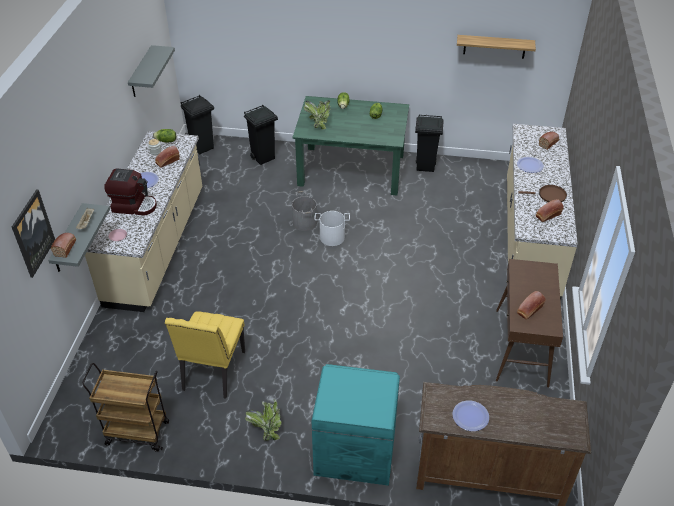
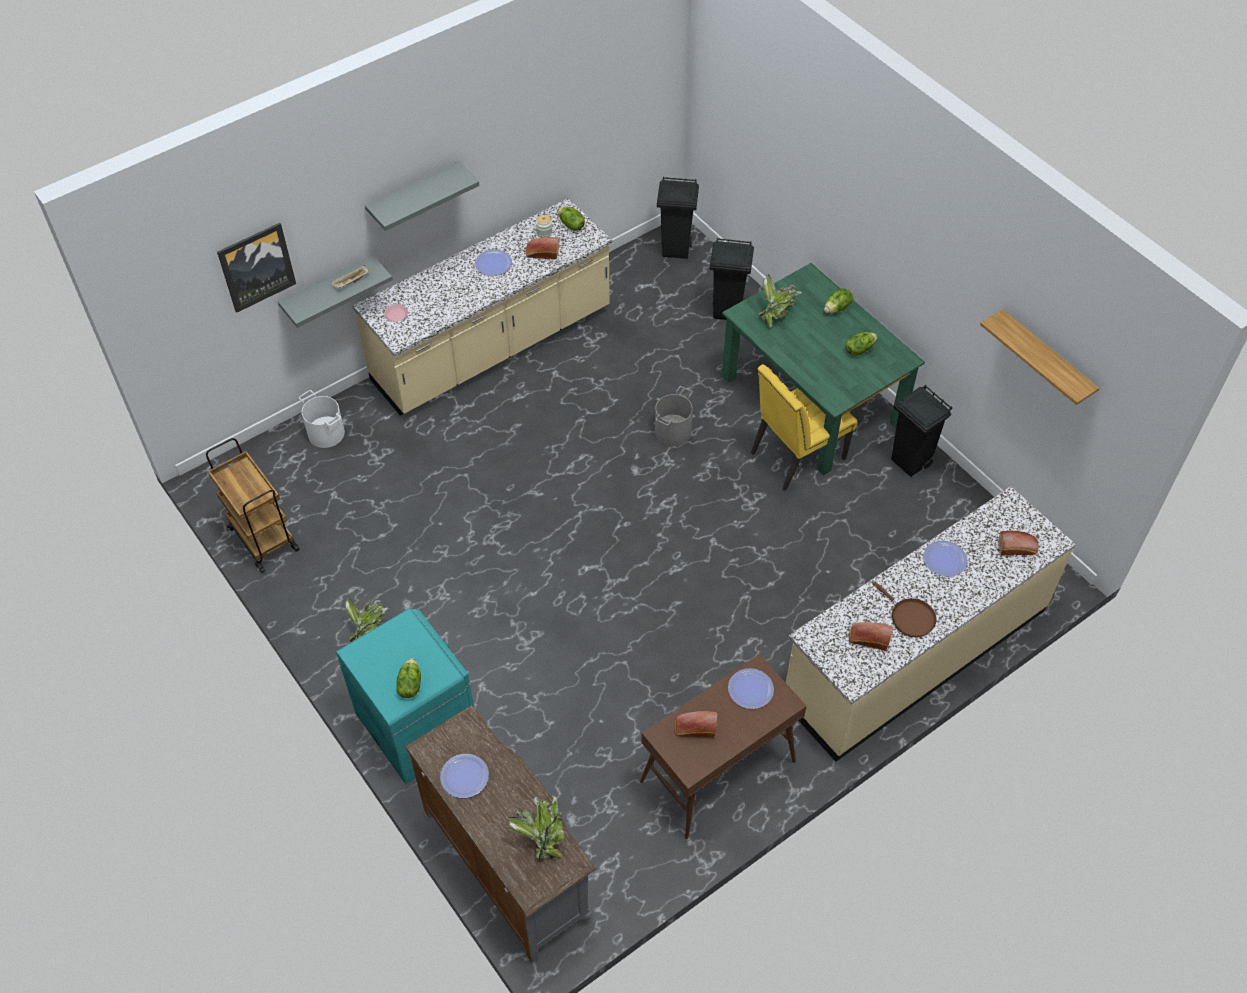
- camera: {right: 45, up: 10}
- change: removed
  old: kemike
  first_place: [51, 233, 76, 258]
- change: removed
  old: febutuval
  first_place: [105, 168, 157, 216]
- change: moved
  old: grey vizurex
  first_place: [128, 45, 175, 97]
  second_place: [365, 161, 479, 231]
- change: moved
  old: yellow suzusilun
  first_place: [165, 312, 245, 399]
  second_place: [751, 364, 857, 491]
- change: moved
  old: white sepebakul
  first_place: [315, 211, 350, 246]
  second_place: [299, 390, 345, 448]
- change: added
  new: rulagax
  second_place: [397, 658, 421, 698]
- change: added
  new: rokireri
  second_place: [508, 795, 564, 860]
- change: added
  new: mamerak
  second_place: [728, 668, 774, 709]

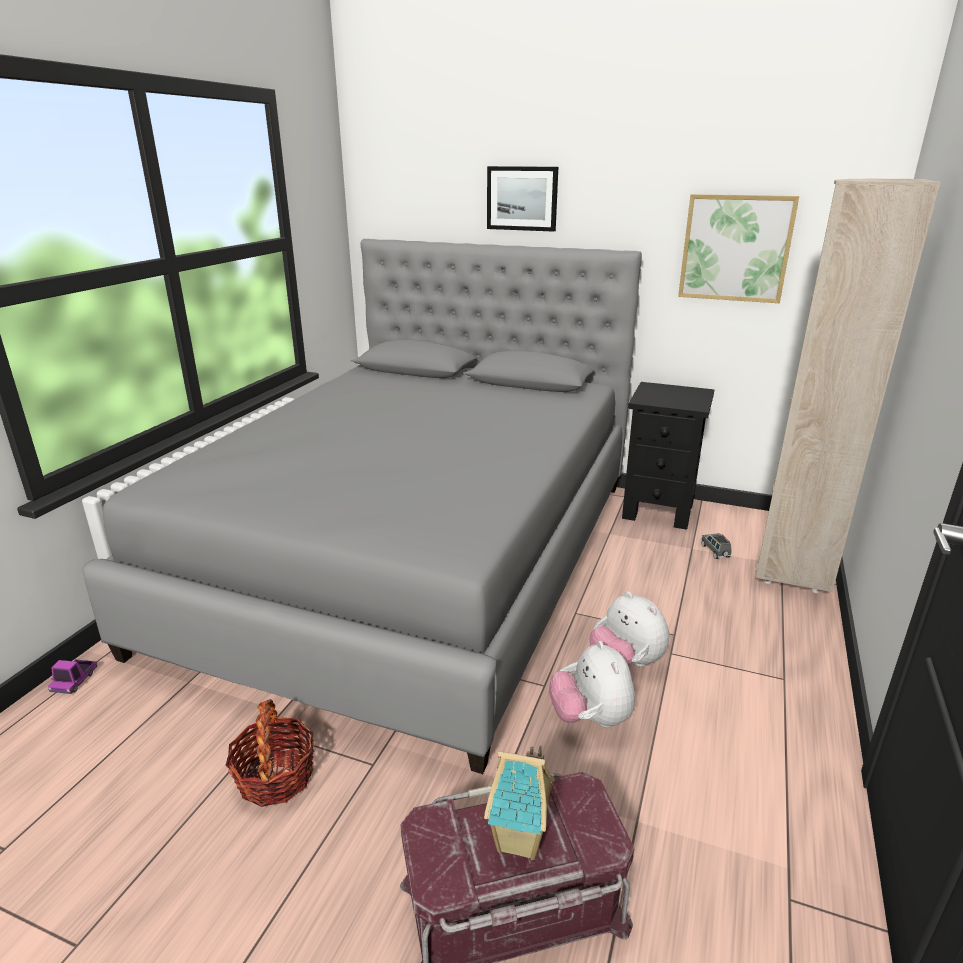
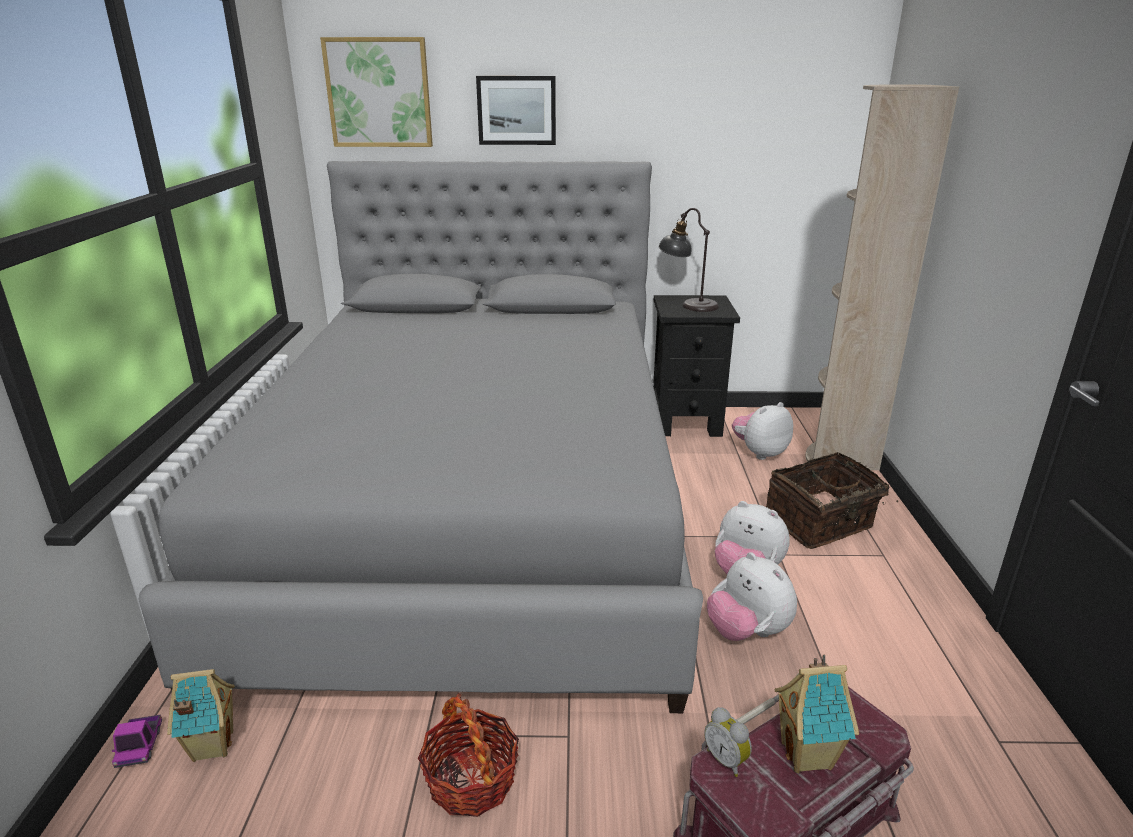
- camera: {right: -20, up: 0}
- change: moved
  old: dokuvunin
  first_place: [678, 194, 799, 303]
  second_place: [320, 37, 433, 147]
- change: replaced
  old: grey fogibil
  new: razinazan
  first_place: [701, 533, 732, 559]
  second_place: [732, 402, 793, 460]
- change: added
  new: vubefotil
  second_place: [167, 669, 235, 762]
- change: added
  new: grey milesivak
  second_place: [658, 208, 719, 312]
- change: added
  new: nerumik
  second_place: [704, 707, 752, 777]
- change: added
  new: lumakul
  second_place: [766, 452, 898, 549]

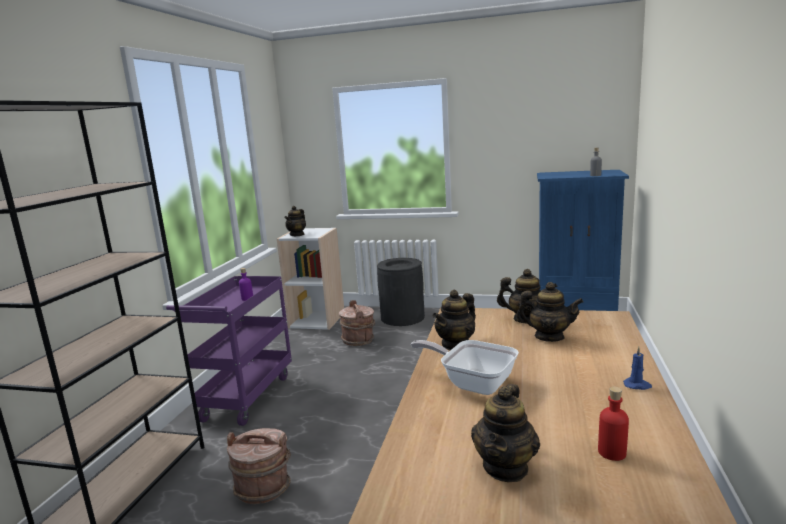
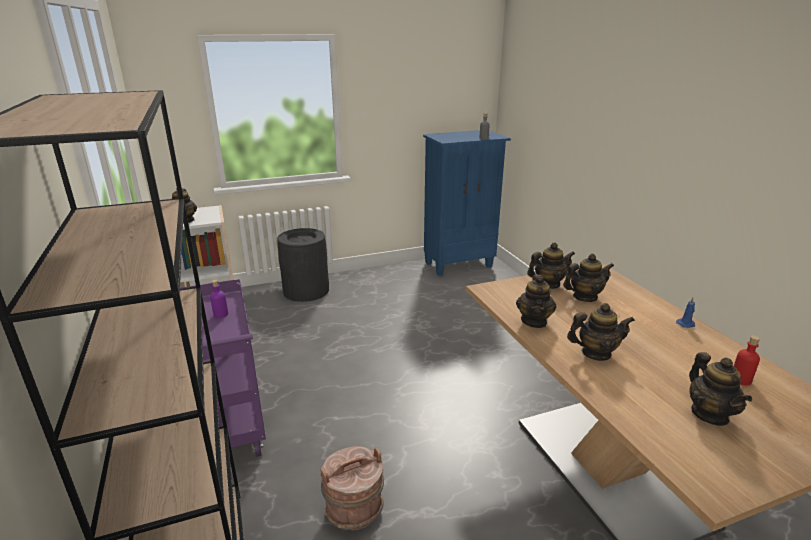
- camera: {right: -35, up: 10}
- change: removed
  old: brown sepebakul
  first_place: [339, 300, 375, 346]
- change: replaced
  old: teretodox
  new: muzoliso
  first_place: [411, 340, 519, 395]
  second_place: [567, 303, 635, 361]

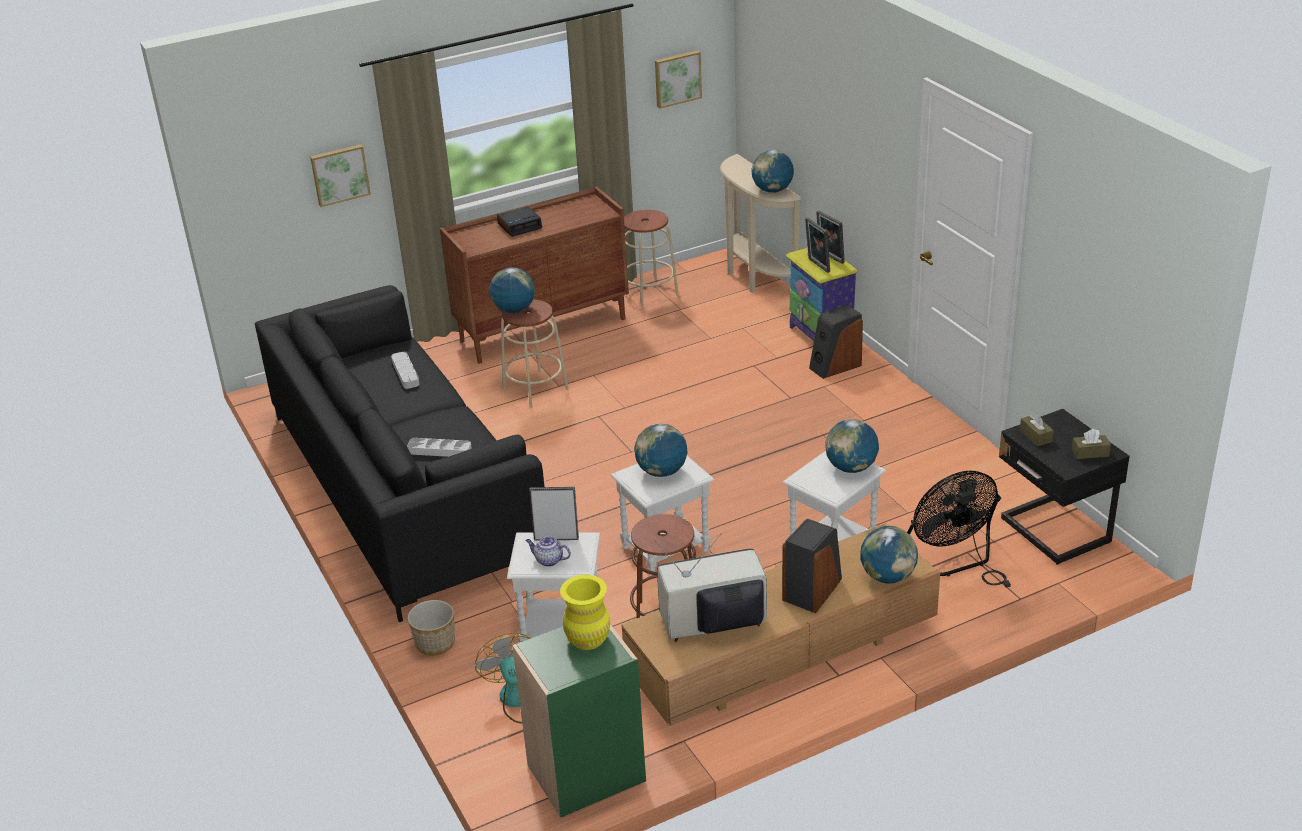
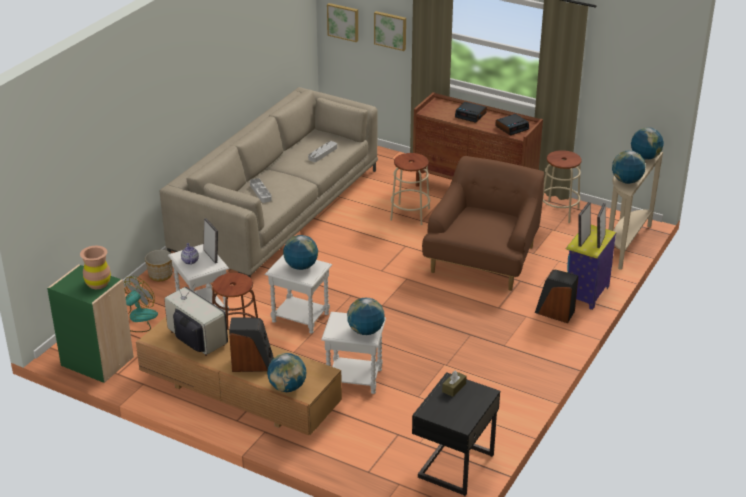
- camera: {right: 55, up: 0}
- change: recoloured
  old: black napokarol
  new: beige napokarol
  first_place: [255, 285, 545, 622]
  second_place: [160, 87, 378, 278]
- change: moved
  old: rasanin
  first_place: [489, 267, 535, 313]
  second_place: [631, 127, 664, 160]
- change: recoloured
  old: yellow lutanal
  new: brown lutanal
  first_place: [560, 575, 610, 650]
  second_place: [80, 246, 111, 289]
- change: moved
  old: dokuvunin
  first_place: [655, 50, 702, 109]
  second_place: [327, 3, 358, 42]
- change: removed
  old: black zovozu
  first_place: [907, 471, 1011, 587]
- change: removed
  old: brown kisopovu
  first_place: [1072, 429, 1111, 459]
- change: added
  new: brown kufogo
  second_place: [422, 156, 544, 291]
- change: added
  new: nerumik
  second_place: [495, 114, 529, 136]

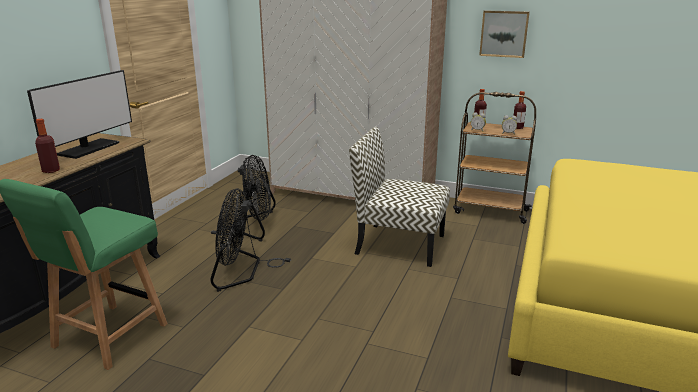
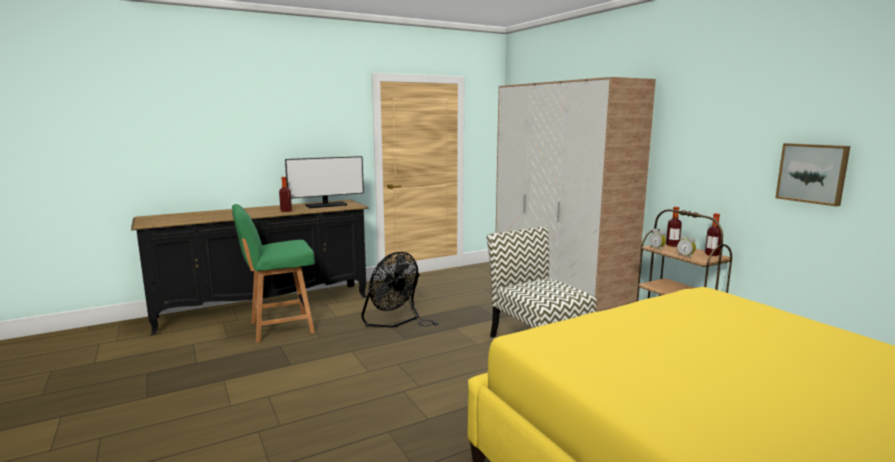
- camera: {right: 40, up: -10}
- change: removed
  old: black zovozu
  first_place: [211, 155, 276, 242]
- change: moved
  old: dokuvunin
  first_place: [479, 10, 530, 58]
  second_place: [776, 143, 850, 207]

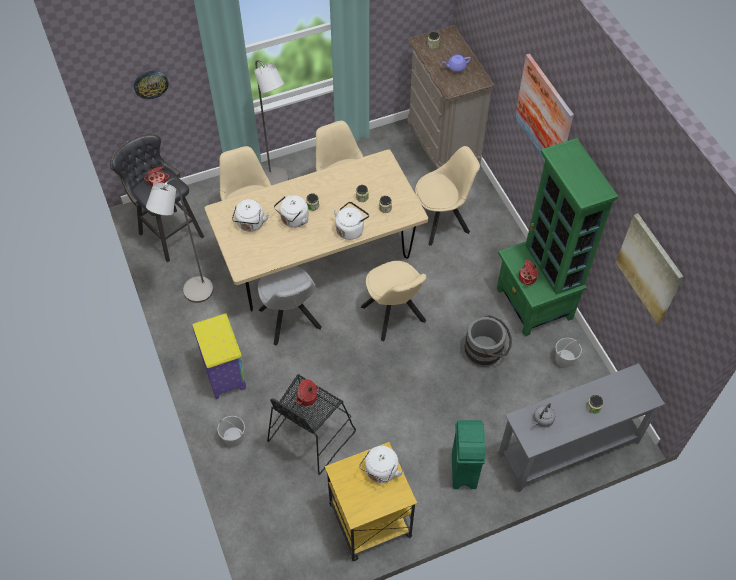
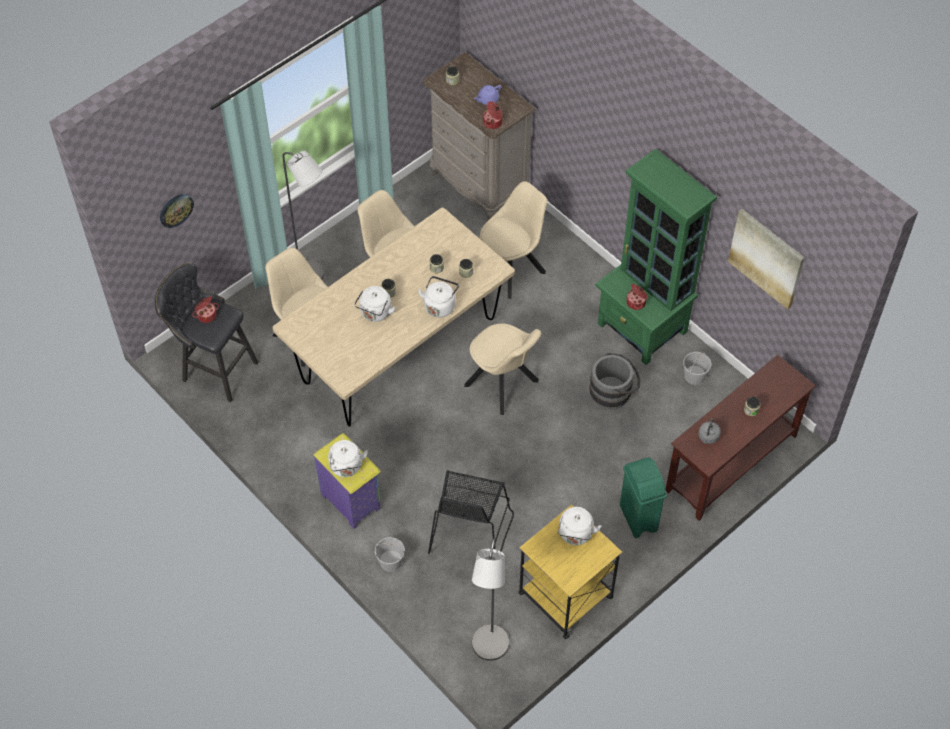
- camera: {right: -20, up: 0}
- change: moved
  old: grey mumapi
  first_place: [146, 178, 214, 303]
  second_place: [472, 539, 509, 661]
- change: moved
  old: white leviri
  first_place: [232, 199, 269, 232]
  second_place: [328, 440, 368, 477]
- change: removed
  old: grey suzusilun
  first_place: [258, 266, 322, 346]
- change: moved
  old: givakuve
  first_place: [295, 379, 319, 406]
  second_place: [483, 101, 502, 129]
- change: recoloured
  old: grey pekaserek
  new: brown pekaserek
  first_place: [498, 363, 665, 492]
  second_place: [665, 355, 816, 521]
- change: removed
  old: dokuvunin
  first_place: [515, 54, 574, 163]

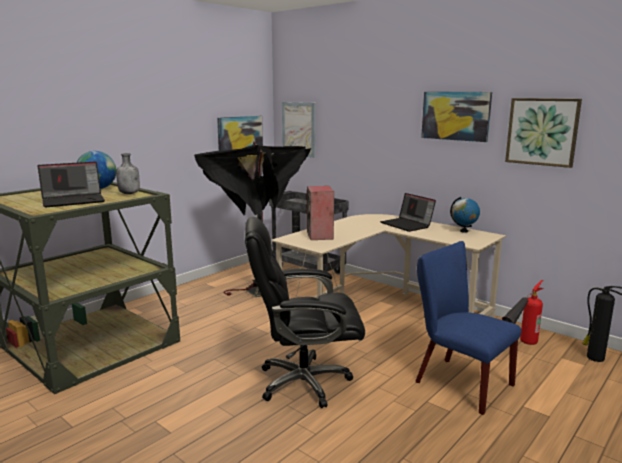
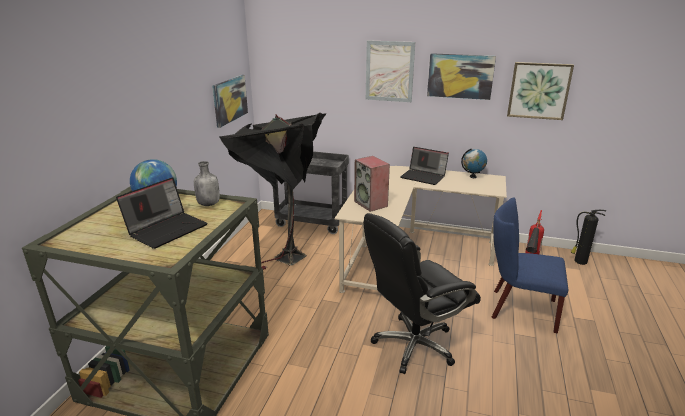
- camera: {right: -25, up: 10}
- change: moved
  old: dokuvunin
  first_place: [282, 102, 316, 158]
  second_place: [366, 40, 415, 102]

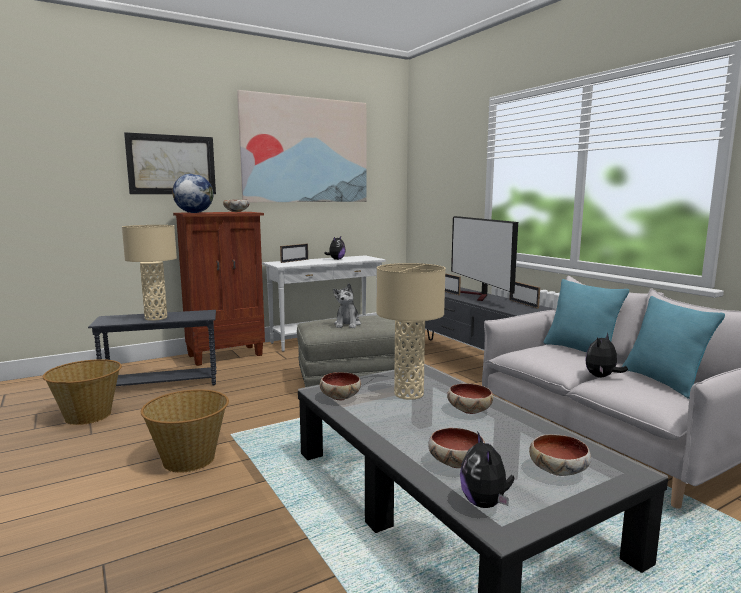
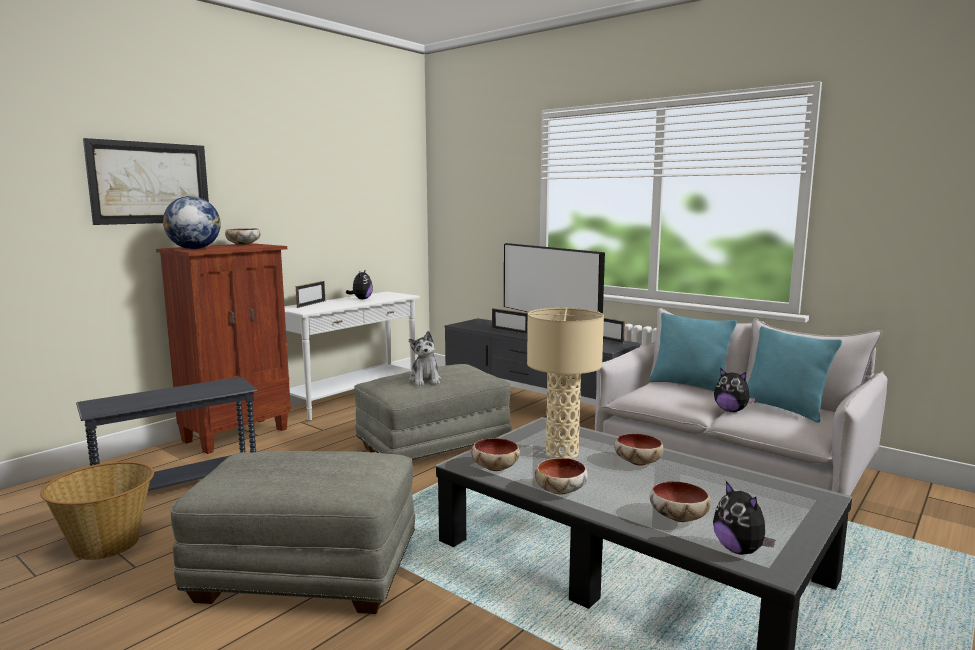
- camera: {right: -20, up: 0}
- change: removed
  old: beige milesivak
  first_place: [122, 225, 177, 321]
- change: replaced
  old: lumakul
  new: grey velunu
  first_place: [141, 389, 229, 473]
  second_place: [171, 451, 415, 614]
- change: removed
  old: dokuvunin
  first_place: [237, 90, 367, 202]
- change: moved
  old: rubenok
  first_place: [529, 434, 591, 476]
  second_place: [535, 458, 588, 495]
- change: turned
  old: razinazan
  first_place: [585, 333, 628, 377]
  second_place: [714, 368, 755, 412]
  degrees: -75

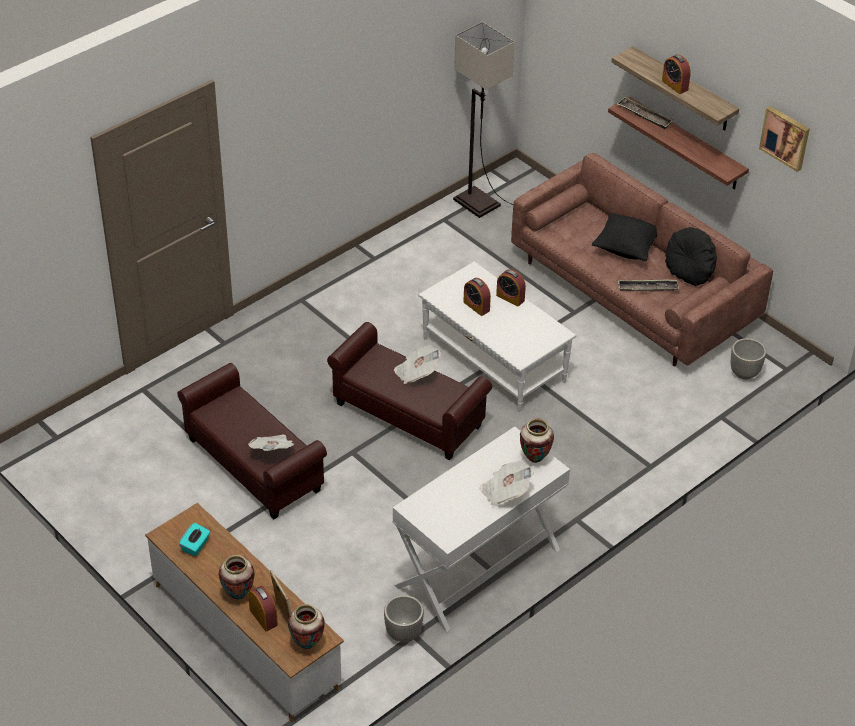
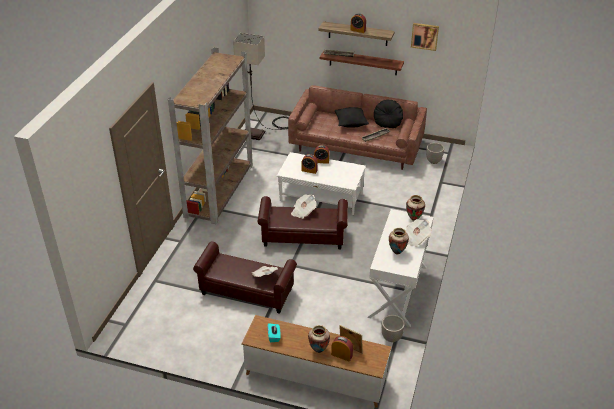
- camera: {right: -30, up: -5}
- change: moved
  old: lutanal
  first_place: [288, 604, 325, 649]
  second_place: [389, 228, 409, 255]
- change: added
  new: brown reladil
  second_place: [168, 47, 253, 224]

